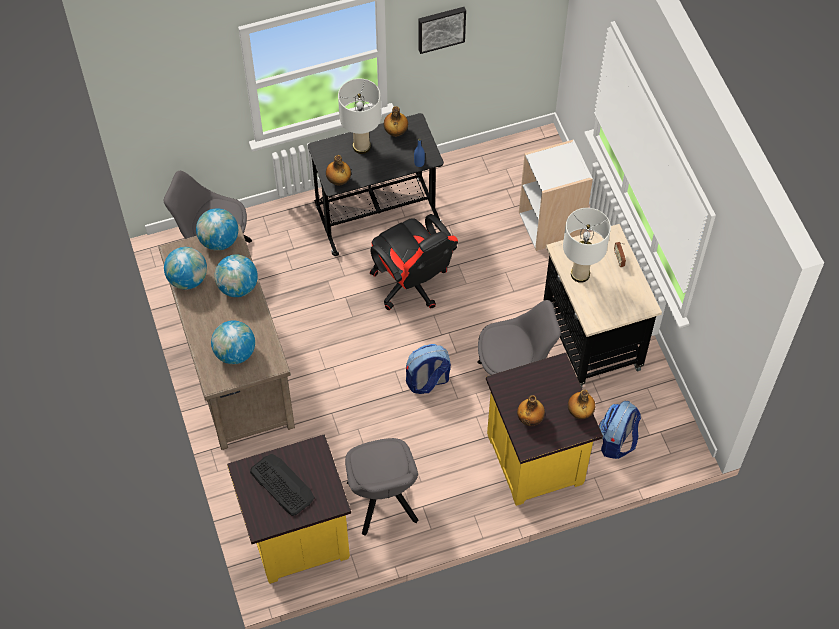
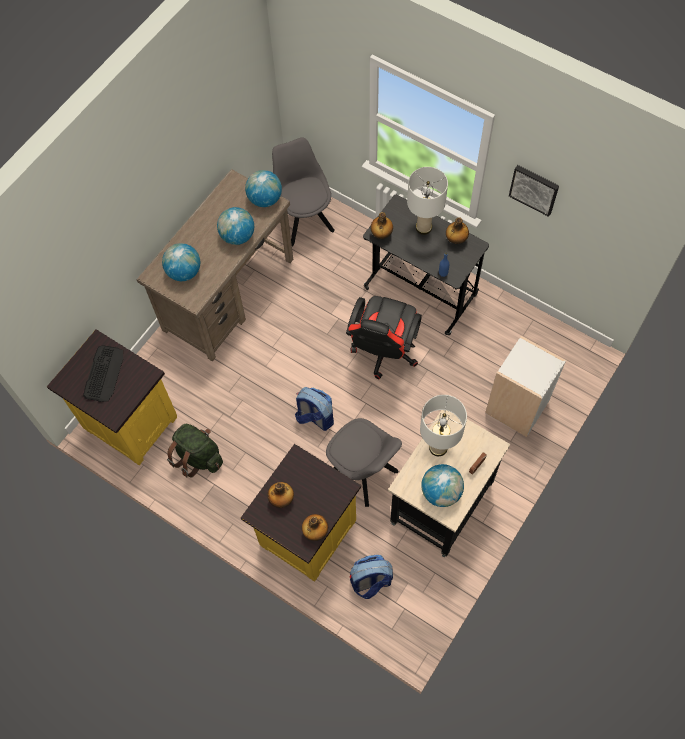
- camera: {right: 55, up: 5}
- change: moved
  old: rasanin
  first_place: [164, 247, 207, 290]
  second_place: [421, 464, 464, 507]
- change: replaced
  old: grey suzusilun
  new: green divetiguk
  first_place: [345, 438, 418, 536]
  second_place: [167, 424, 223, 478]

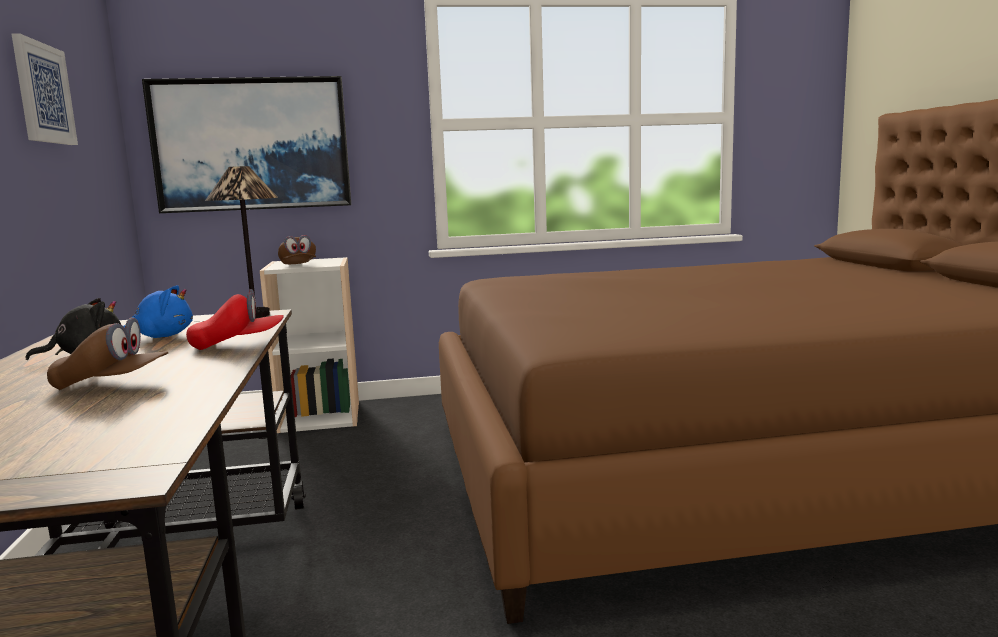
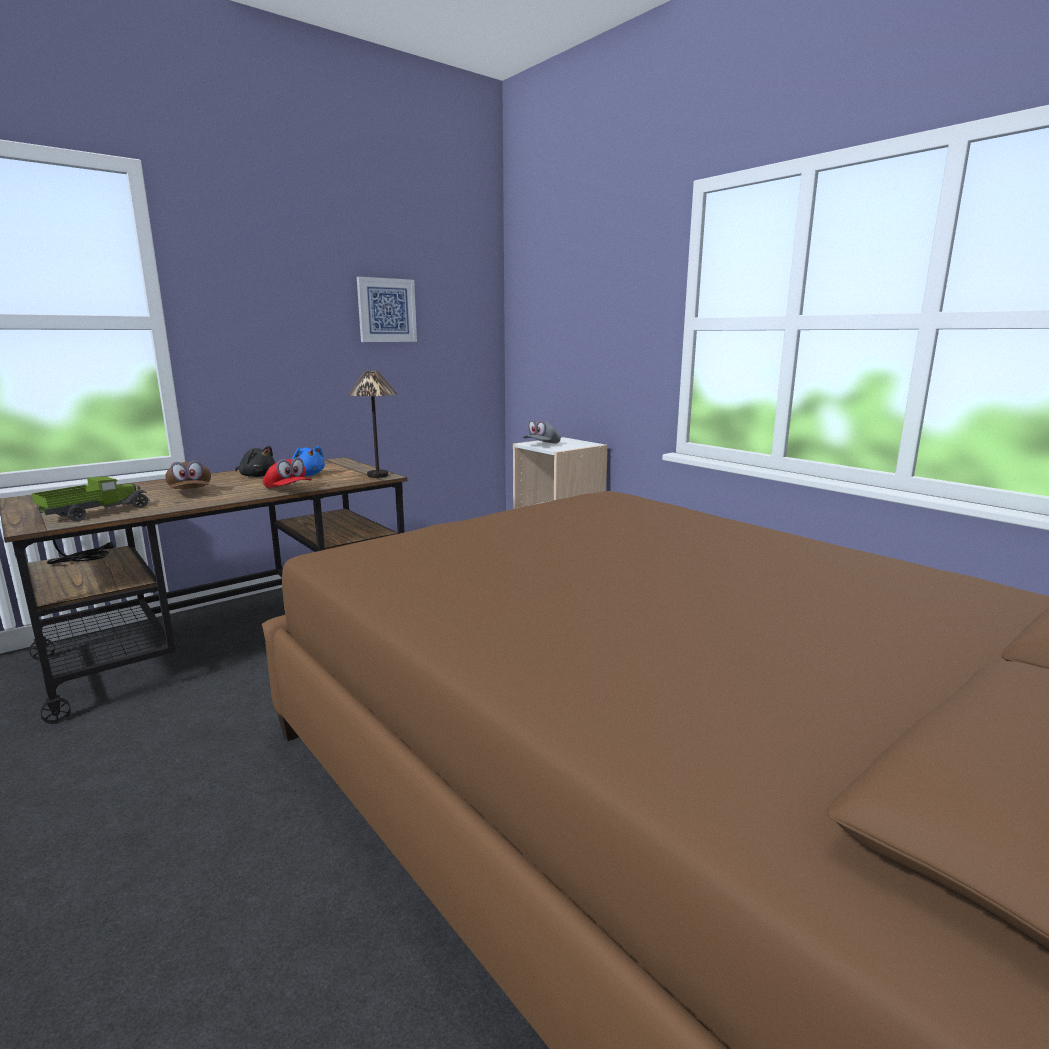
- camera: {right: 60, up: 5}
- change: removed
  old: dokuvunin
  first_place: [142, 76, 351, 213]
- change: recoloured
  old: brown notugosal
  new: grey notugosal
  first_place: [278, 235, 316, 264]
  second_place: [523, 420, 561, 443]
- change: added
  new: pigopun
  second_place: [31, 476, 149, 522]

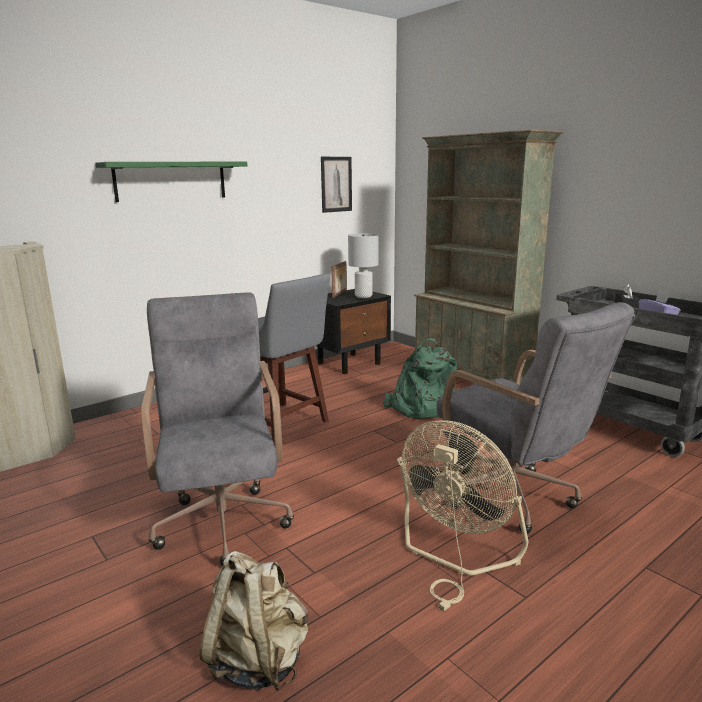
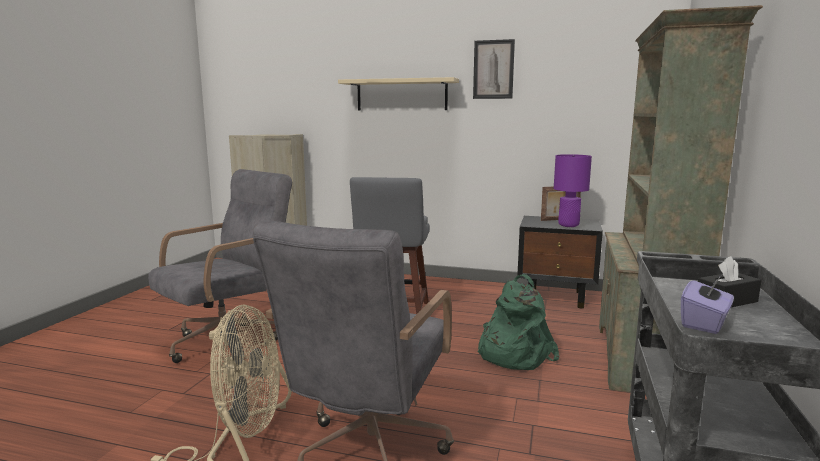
- camera: {right: 55, up: -5}
- change: recoloured
  old: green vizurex
  new: beige vizurex
  first_place: [95, 162, 248, 202]
  second_place: [338, 77, 459, 110]
- change: removed
  old: beige divetiguk
  first_place: [200, 551, 308, 691]
- change: moved
  old: dokuvunin
  first_place: [321, 157, 352, 213]
  second_place: [473, 39, 515, 99]
- change: recoloured
  old: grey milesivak
  new: purple milesivak
  first_place: [348, 233, 379, 299]
  second_place: [554, 154, 592, 227]

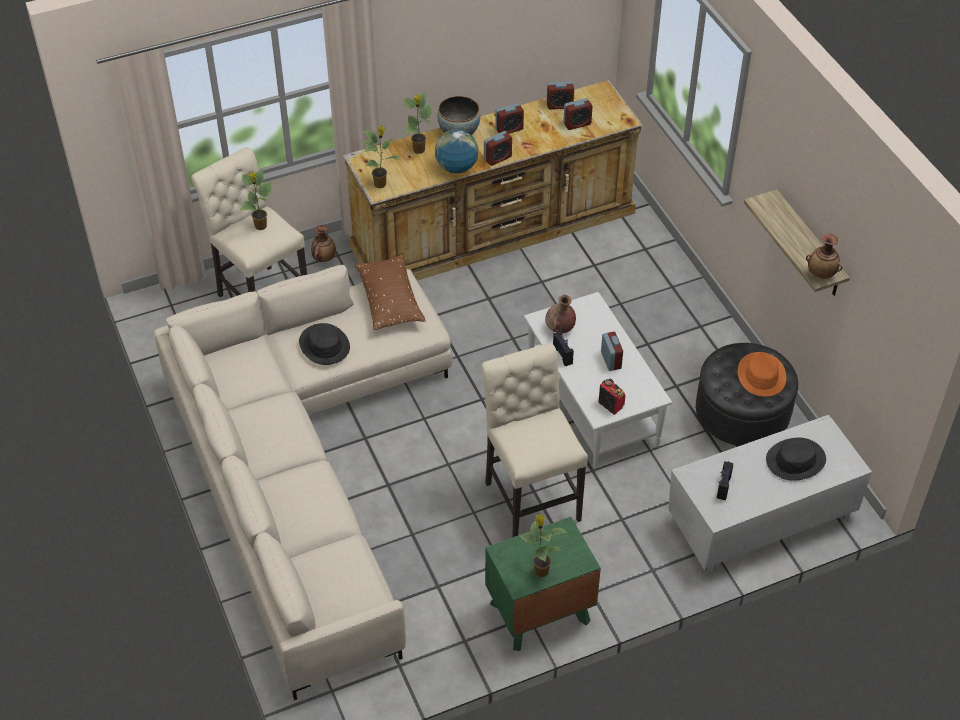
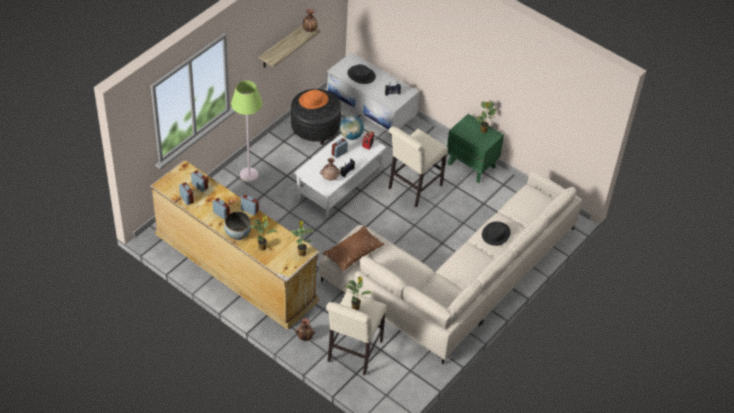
- camera: {right: -120, up: 0}
- change: moved
  old: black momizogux
  first_place: [299, 323, 350, 365]
  second_place: [482, 221, 511, 246]
- change: moved
  old: rasanin
  first_place: [435, 129, 478, 173]
  second_place: [340, 115, 364, 140]
- change: added
  new: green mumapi
  second_place: [231, 80, 263, 182]

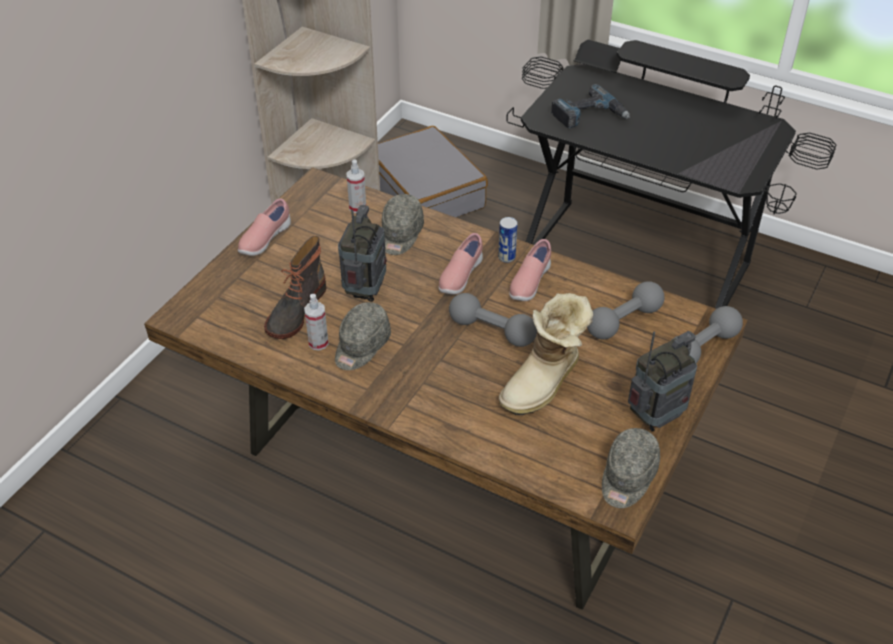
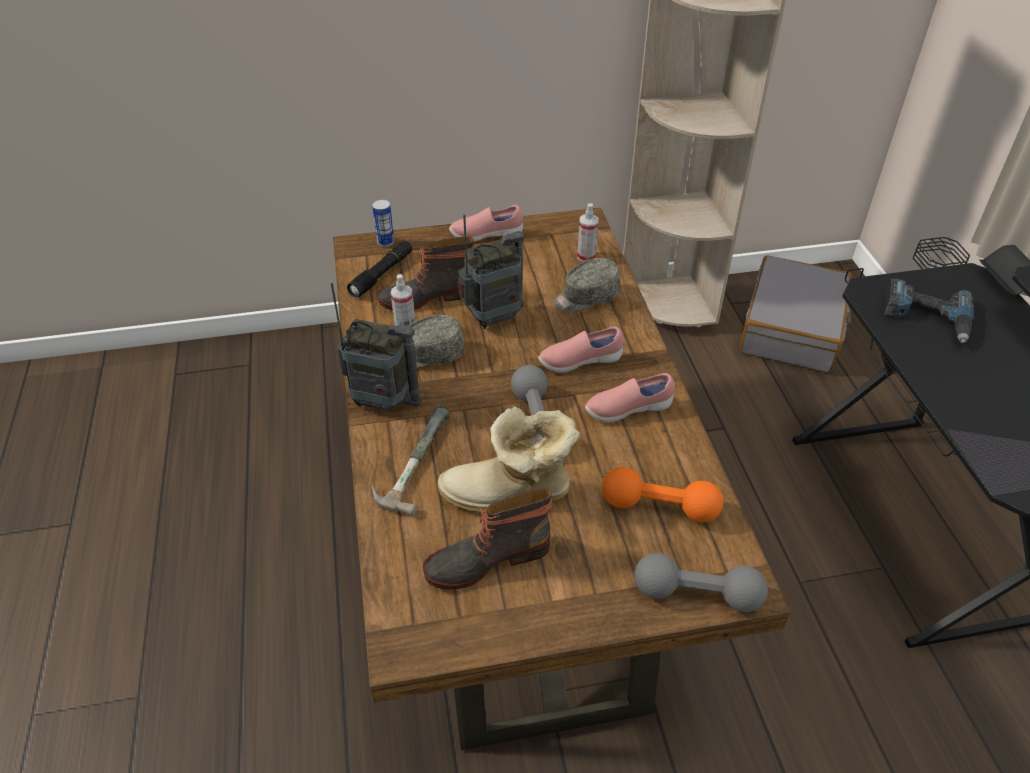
- camera: {right: 50, up: 0}
- change: moved
  old: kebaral
  first_place: [498, 217, 518, 263]
  second_place: [372, 199, 394, 247]
- change: recoloured
  old: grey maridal
  new: orange maridal
  first_place: [587, 281, 665, 340]
  second_place: [602, 467, 723, 523]
- change: removed
  old: grey notugosal
  first_place: [602, 428, 660, 508]
- change: moved
  old: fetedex
  first_place: [628, 331, 697, 432]
  second_place: [331, 282, 422, 411]
- change: added
  new: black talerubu
  second_place: [347, 241, 412, 298]
- change: added
  new: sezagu
  second_place: [372, 406, 450, 516]
- change: added
  new: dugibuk
  second_place: [423, 488, 552, 589]

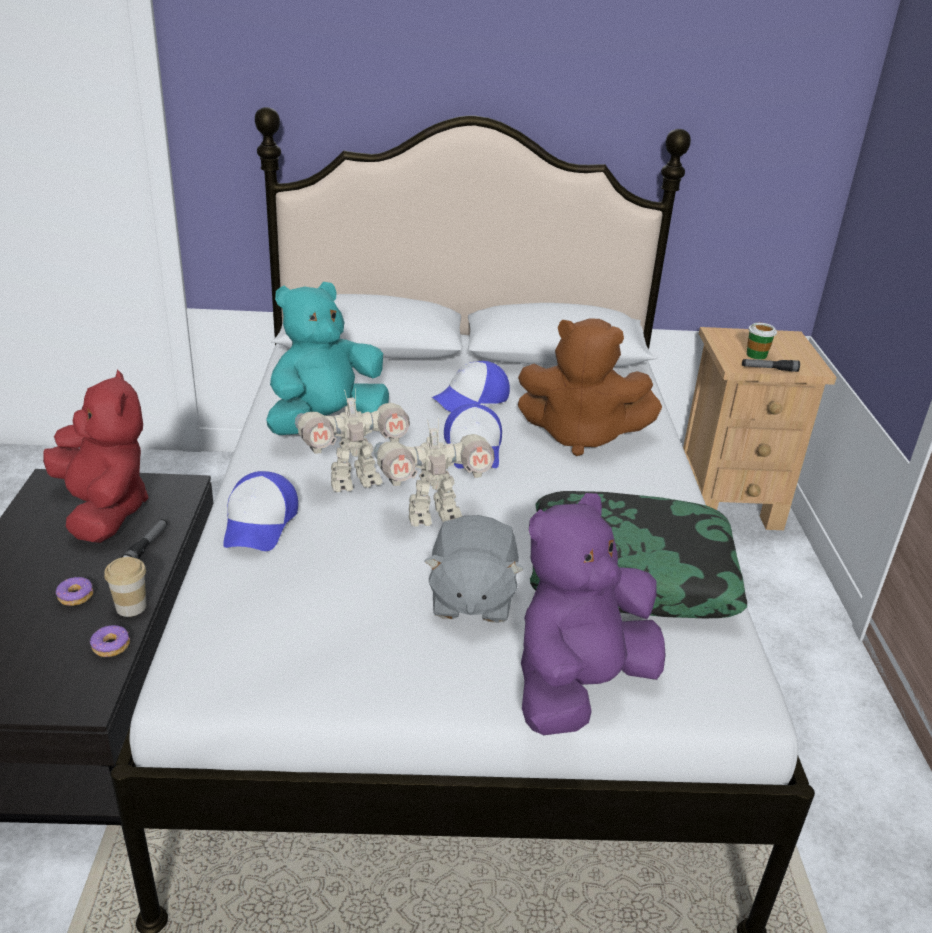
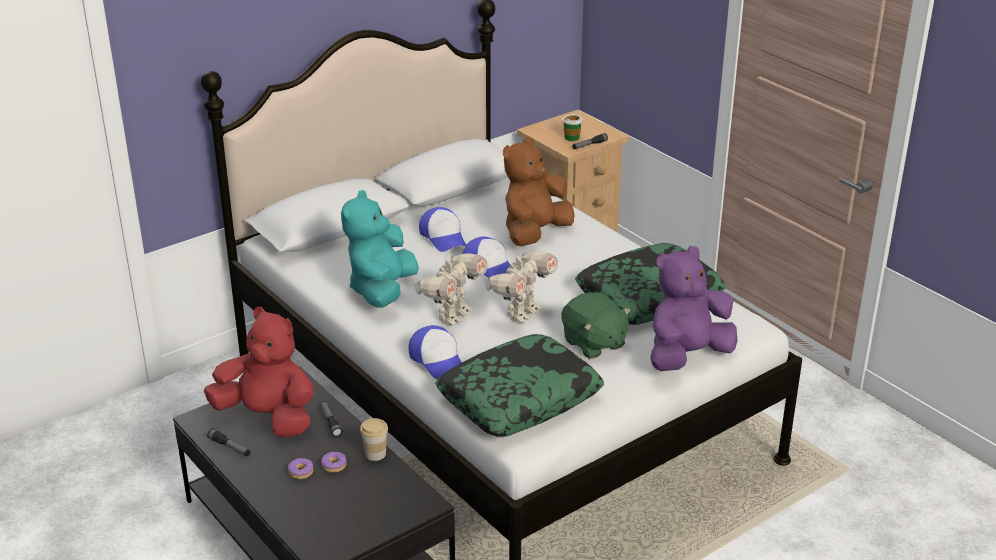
- camera: {right: -35, up: 0}
- change: moved
  old: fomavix
  first_place: [90, 625, 130, 657]
  second_place: [288, 458, 314, 479]
- change: recoloured
  old: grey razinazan
  new: green razinazan
  first_place: [424, 515, 524, 623]
  second_place: [561, 292, 631, 359]
- change: turned
  old: notugosal
  first_place: [432, 361, 510, 412]
  second_place: [419, 207, 466, 252]
  degrees: -45
- change: turned
  old: brown razinazan
  first_place: [518, 319, 662, 456]
  second_place: [503, 137, 574, 246]
  degrees: 150
- change: turned
  old: purple razinazan
  first_place: [521, 493, 666, 735]
  second_place: [650, 246, 737, 371]
  degrees: 45
- change: added
  new: talerubu
  second_place: [207, 429, 250, 456]
- change: added
  new: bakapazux
  second_place: [435, 334, 604, 437]

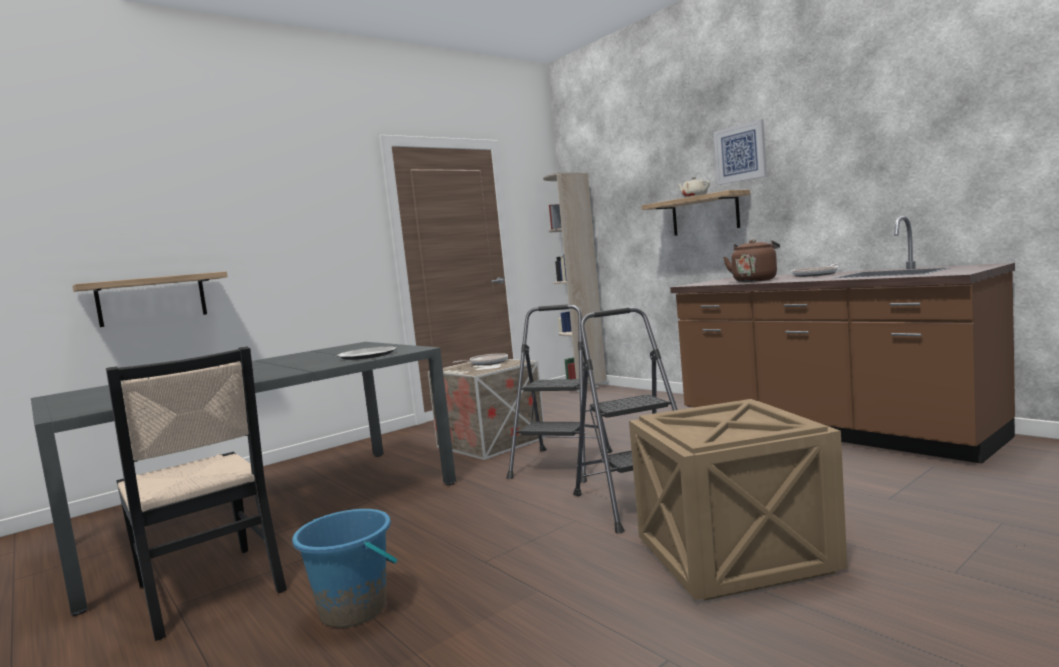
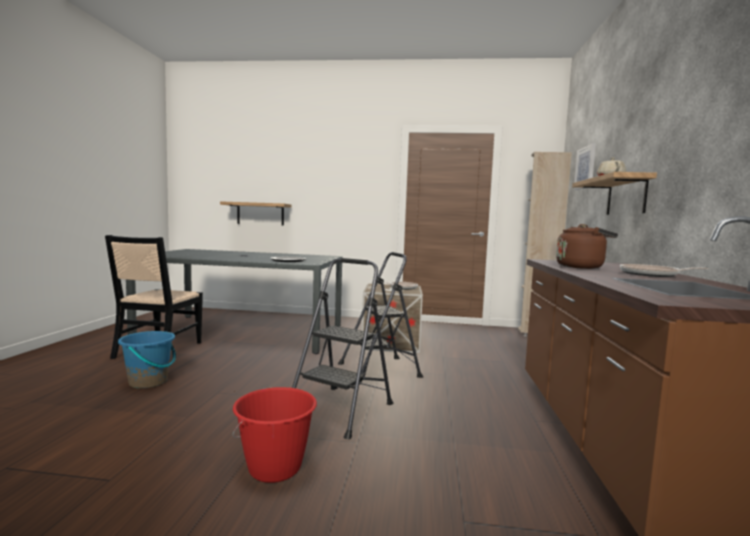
- camera: {right: 45, up: 0}
- change: replaced
  old: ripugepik
  new: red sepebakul
  first_place: [629, 399, 847, 601]
  second_place: [233, 387, 317, 483]
- change: moved
  old: dokuvunin
  first_place: [713, 119, 767, 185]
  second_place: [574, 143, 596, 190]

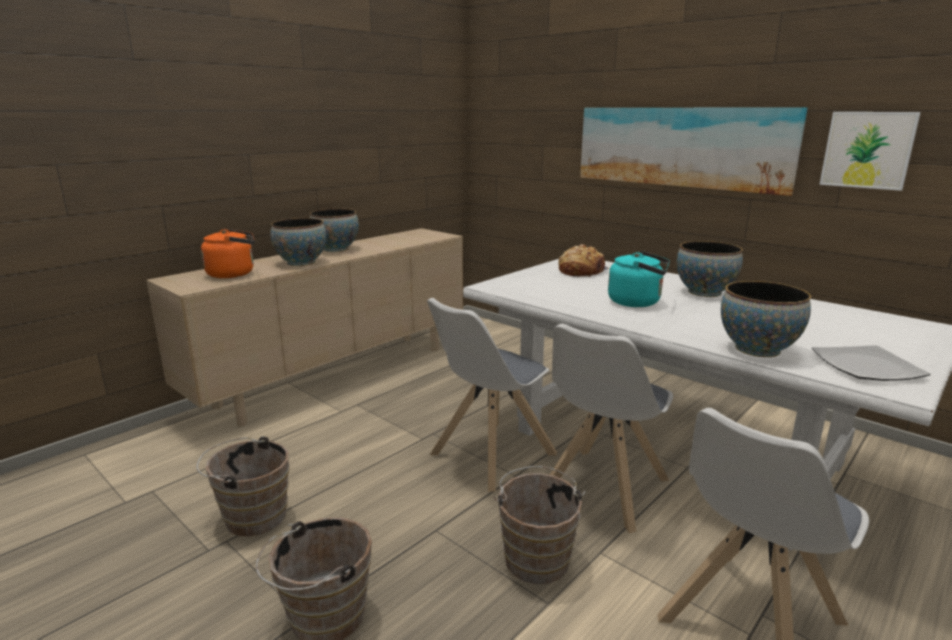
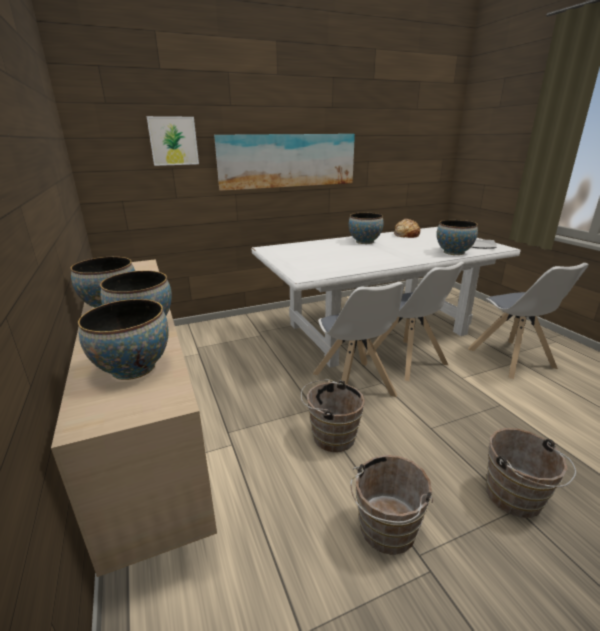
- camera: {right: -65, up: 5}
- change: replaced
  old: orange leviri
  new: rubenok
  first_place: [201, 229, 255, 278]
  second_place: [78, 299, 168, 380]
- change: moved
  old: brown sepebakul
  first_place: [494, 466, 585, 584]
  second_place: [301, 379, 365, 452]
- change: moved
  old: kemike
  first_place: [559, 244, 610, 277]
  second_place: [394, 219, 420, 238]
- change: removed
  old: turquoise leviri
  first_place: [608, 251, 670, 307]
- change: moved
  old: dokuvunin
  first_place: [819, 112, 921, 191]
  second_place: [147, 116, 199, 166]

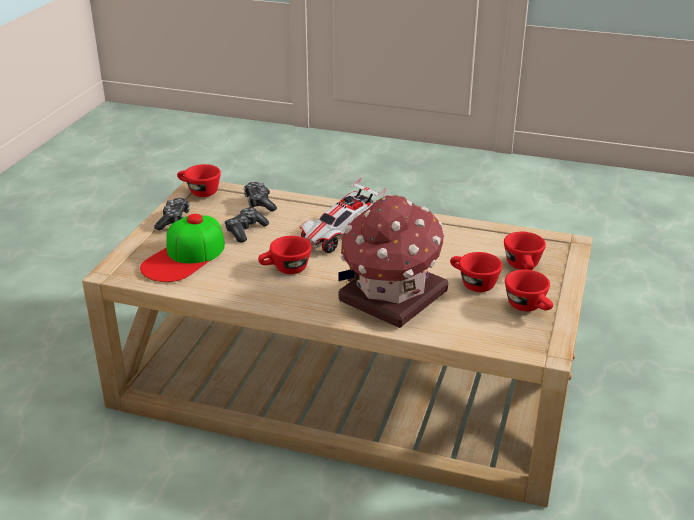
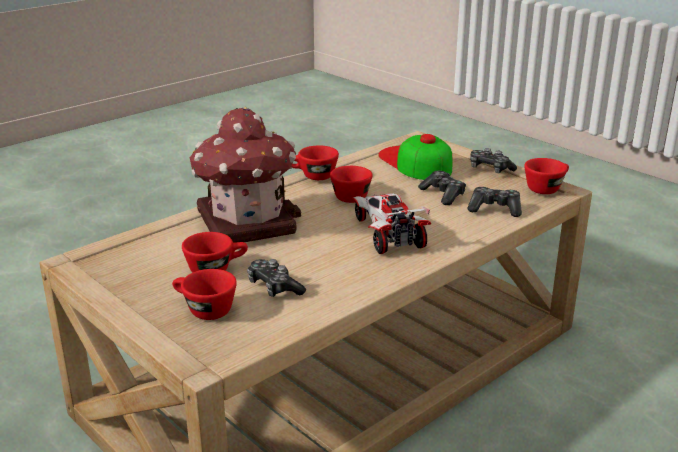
- camera: {right: 120, up: -5}
- change: moved
  old: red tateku
  first_place: [505, 269, 553, 311]
  second_place: [292, 146, 339, 180]
- change: added
  new: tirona
  second_place: [247, 259, 306, 297]

